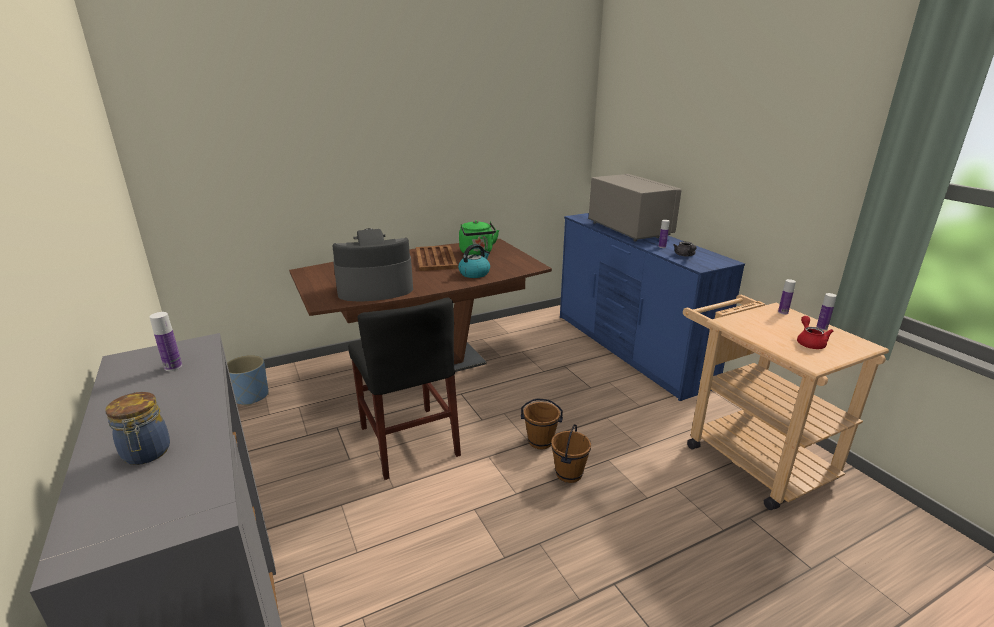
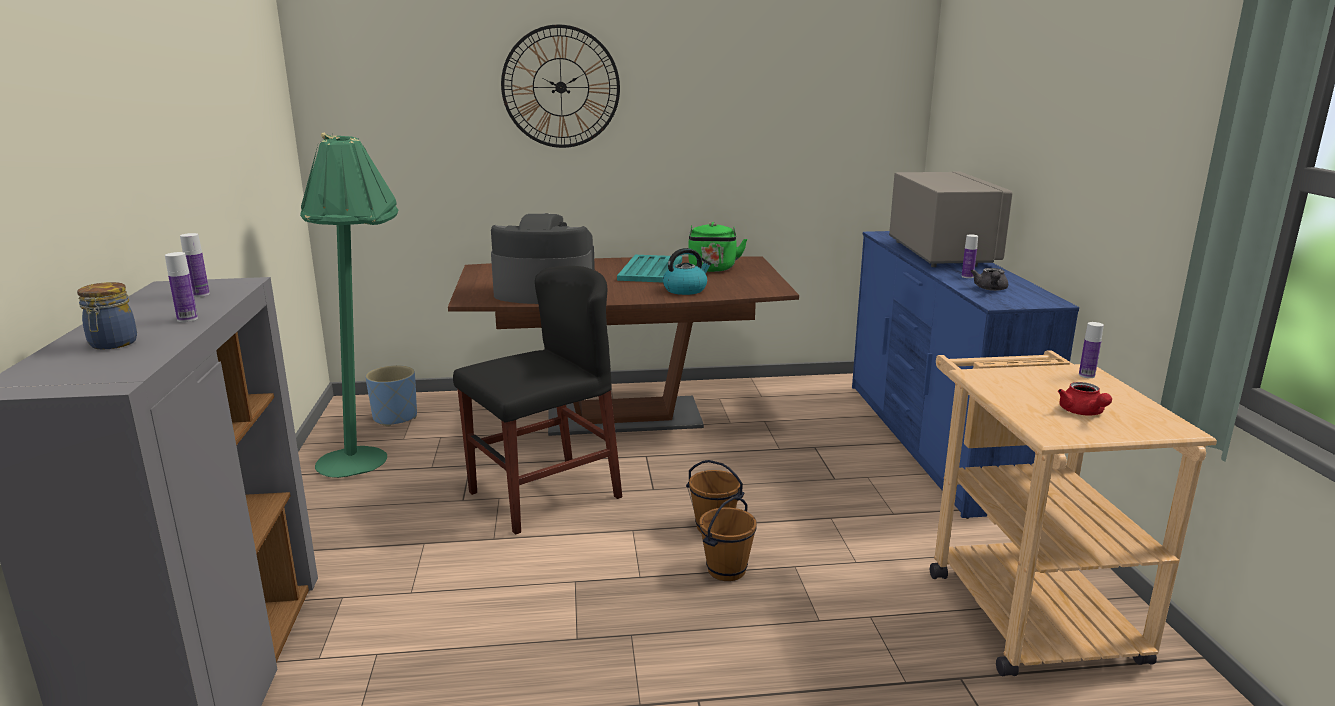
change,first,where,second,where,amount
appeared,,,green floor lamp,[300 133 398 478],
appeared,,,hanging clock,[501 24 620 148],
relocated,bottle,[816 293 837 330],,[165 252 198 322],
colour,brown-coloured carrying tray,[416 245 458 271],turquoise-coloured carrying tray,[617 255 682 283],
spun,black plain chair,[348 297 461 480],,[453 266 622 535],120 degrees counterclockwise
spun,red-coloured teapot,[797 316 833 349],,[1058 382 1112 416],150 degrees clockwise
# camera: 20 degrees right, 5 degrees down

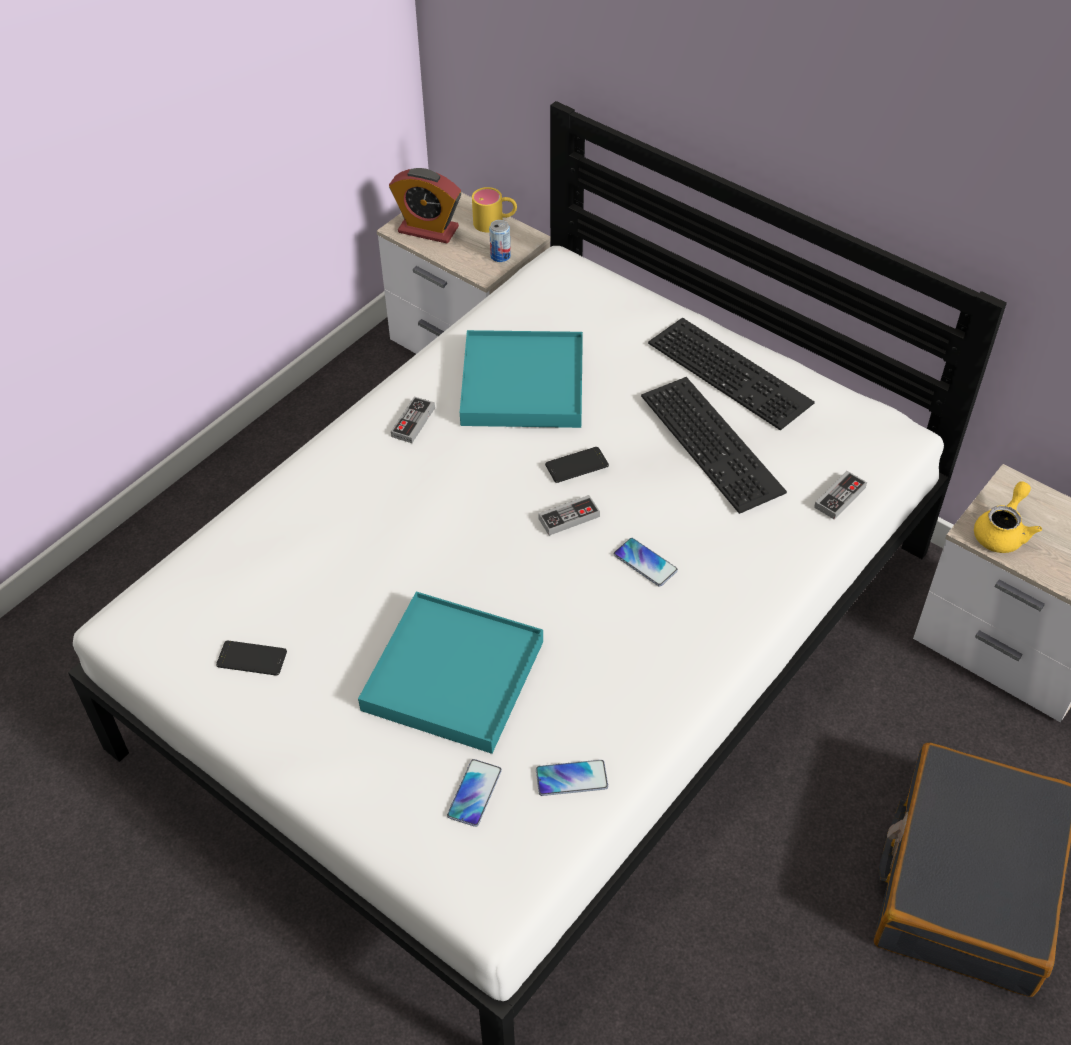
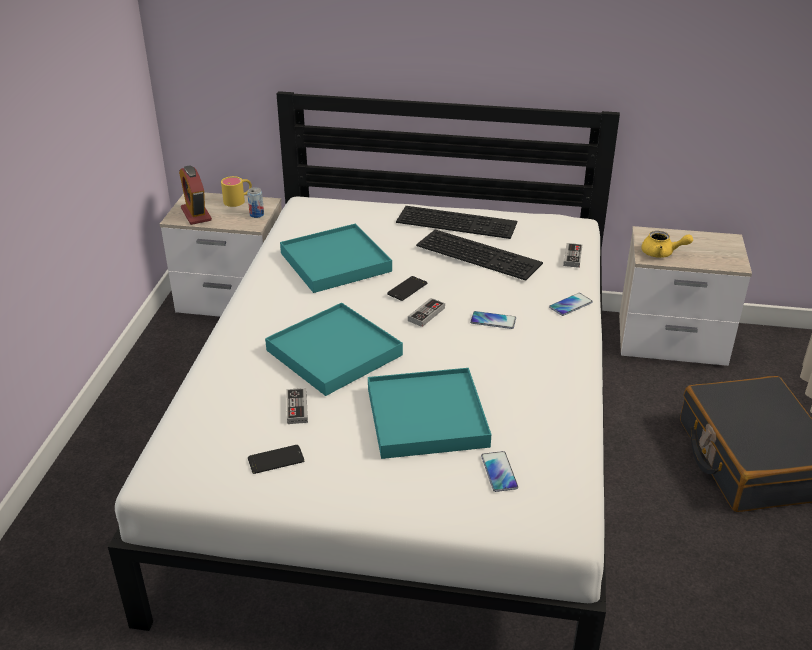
change,first,where,second,where,amount
appeared,,,turquoise-coloured carrying tray,[265 303 403 396],
relocated,joypad,[391 396 435 443],,[286 388 308 424],
relocated,handset,[536 760 608 796],,[549 293 593 316],
spun,alarm clock,[389 168 461 243],,[179 165 212 225],75 degrees clockwise
spun,yellow teapot,[974 481 1042 553],,[641 231 693 258],105 degrees clockwise
# camera: 30 degrees left, 15 degrees down

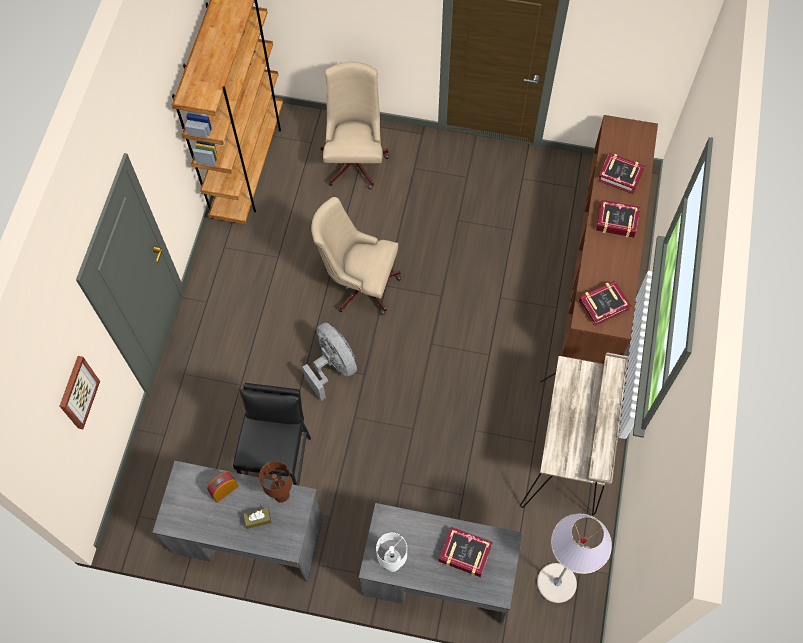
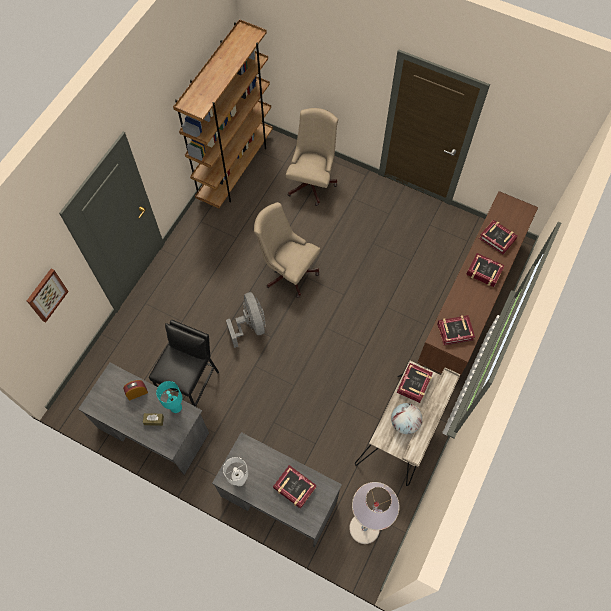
change,first,where,second,where,amount
appeared,,,globe,[391 403 422 434],
appeared,,,bound book,[397 363 433 403],
colour,brown-coloured lamp for a table,[259 461 292 503],turquoise-coloured lamp for a table,[156 381 182 413],
# camera: 15 degrees right, 0 degrees up

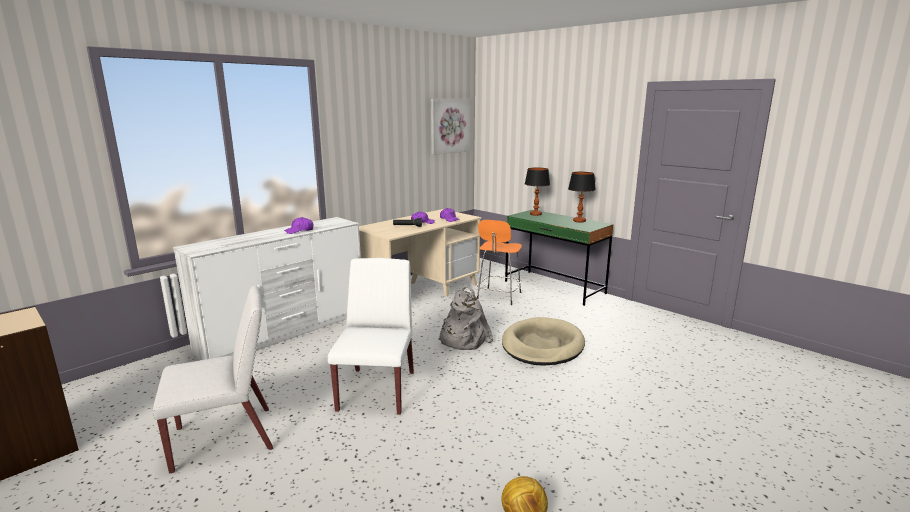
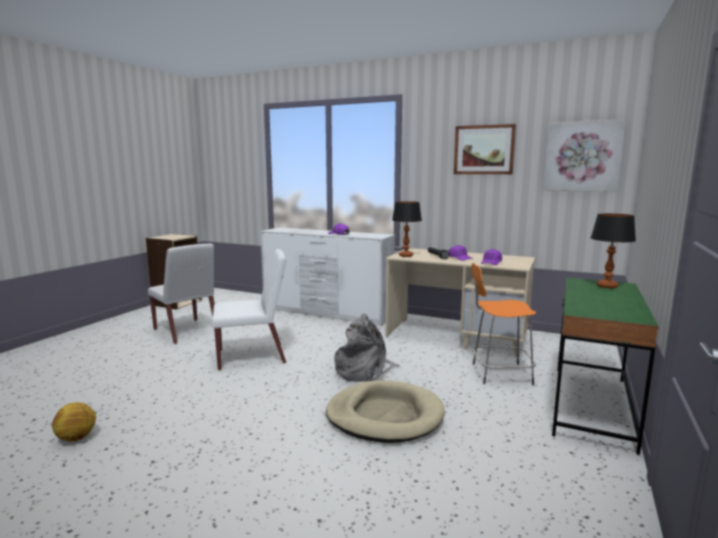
change,first,where,second,where,amount
appeared,,,picture,[454 124 516 174],
relocated,lamp for a table,[568 172 596 223],,[392 201 422 257],
# camera: 70 degrees right, 5 degrees down

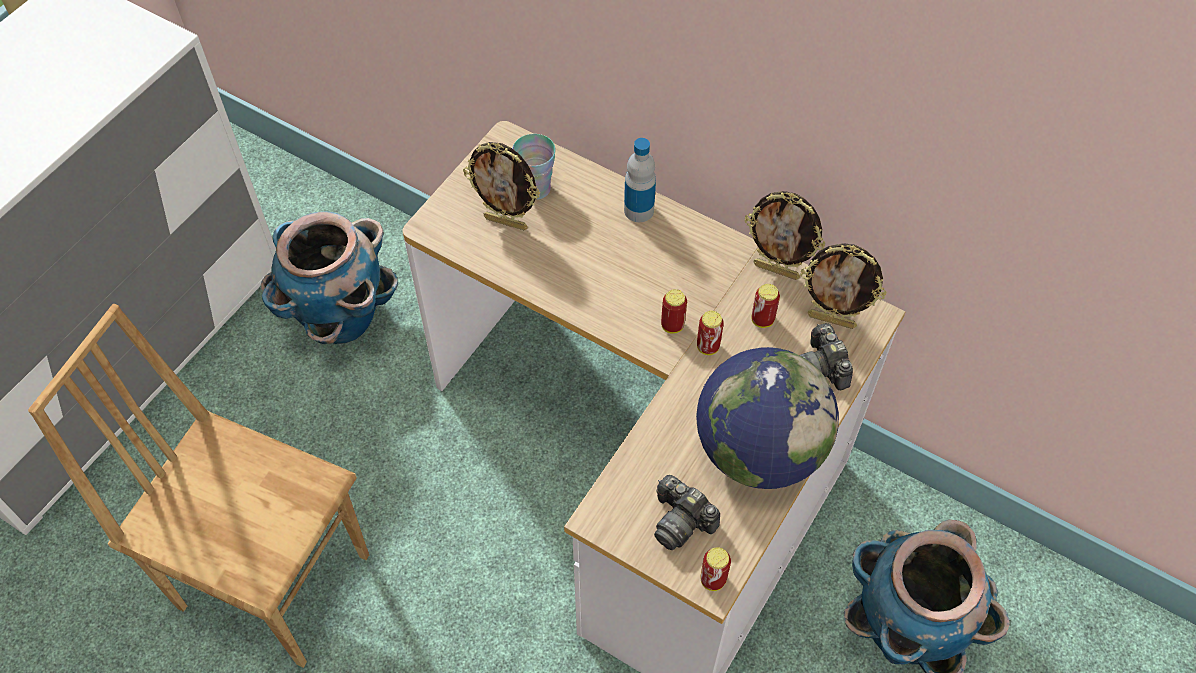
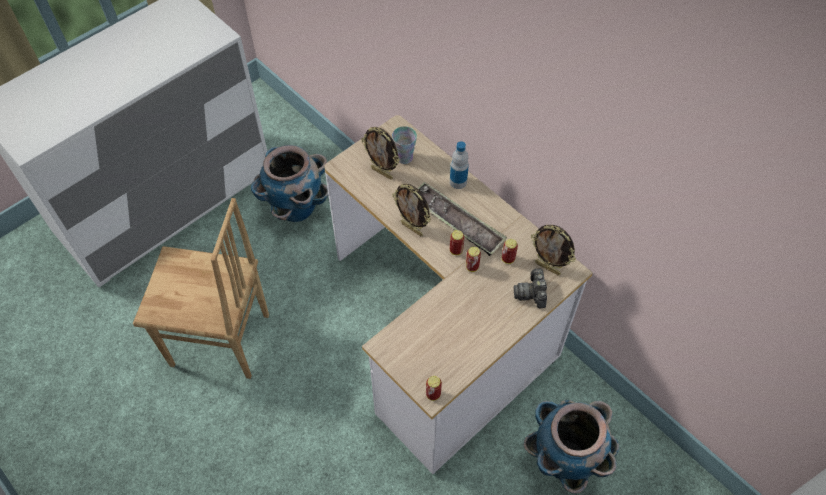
change,first,where,second,where,amount
missing,photo camera,[654 475 720 550],,,
missing,globe,[696 347 839 489],,,
appeared,,,carrying tray,[418 182 507 256],
relocated,standing frame,[745 191 825 280],,[392 184 431 236],
spun,brown-coloured plain chair,[28 304 369 668],,[133 198 269 379],150 degrees clockwise
# camera: 15 degrees right, 0 degrees up

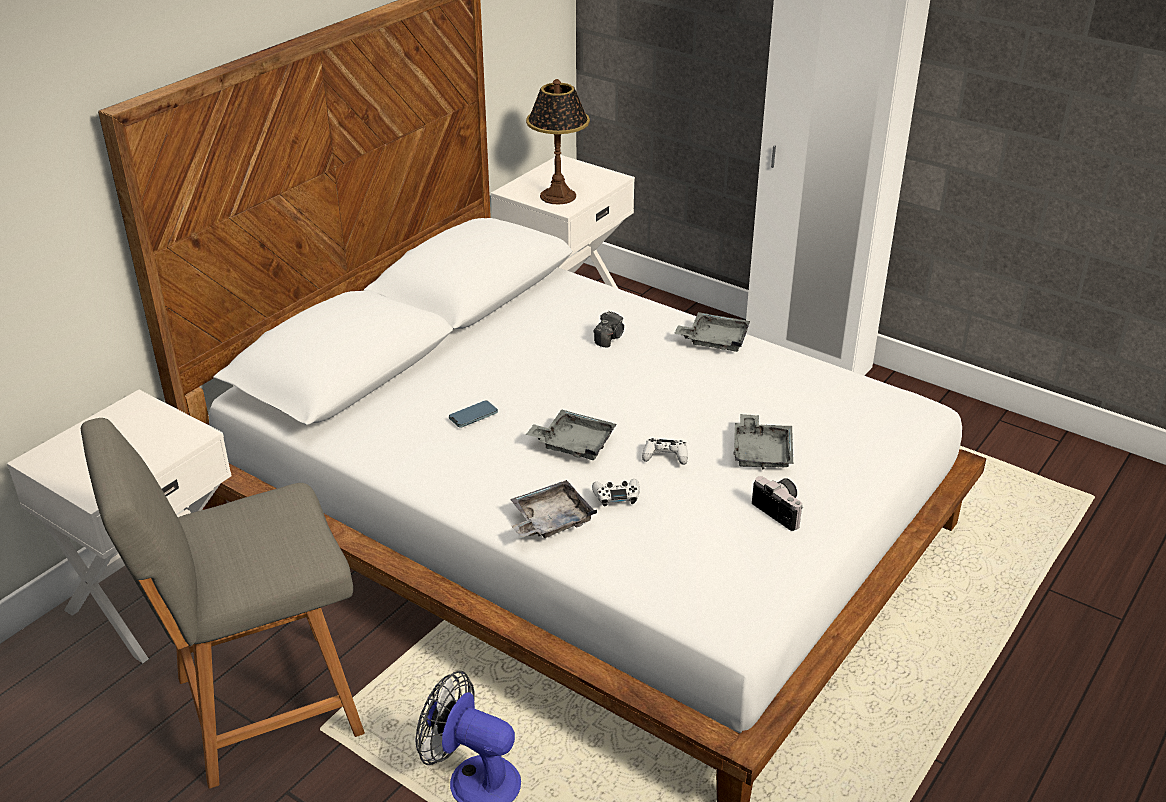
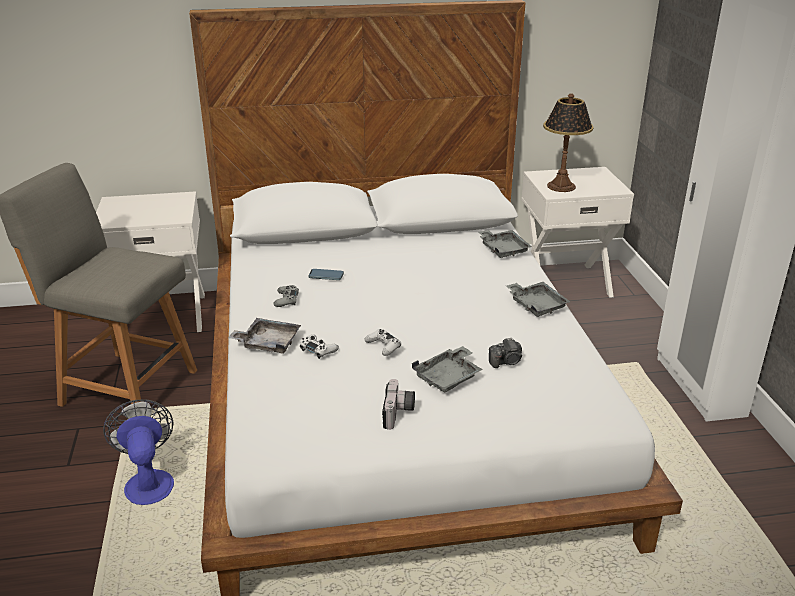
change,first,where,second,where,amount
appeared,,,gray joypad,[273 285 299 307],
relocated,gray carrying tray,[526 409 616 460],,[478 230 532 258],
relocated,photo camera,[593 311 624 347],,[489 337 522 368],
# camera: 45 degrees right, 5 degrees down

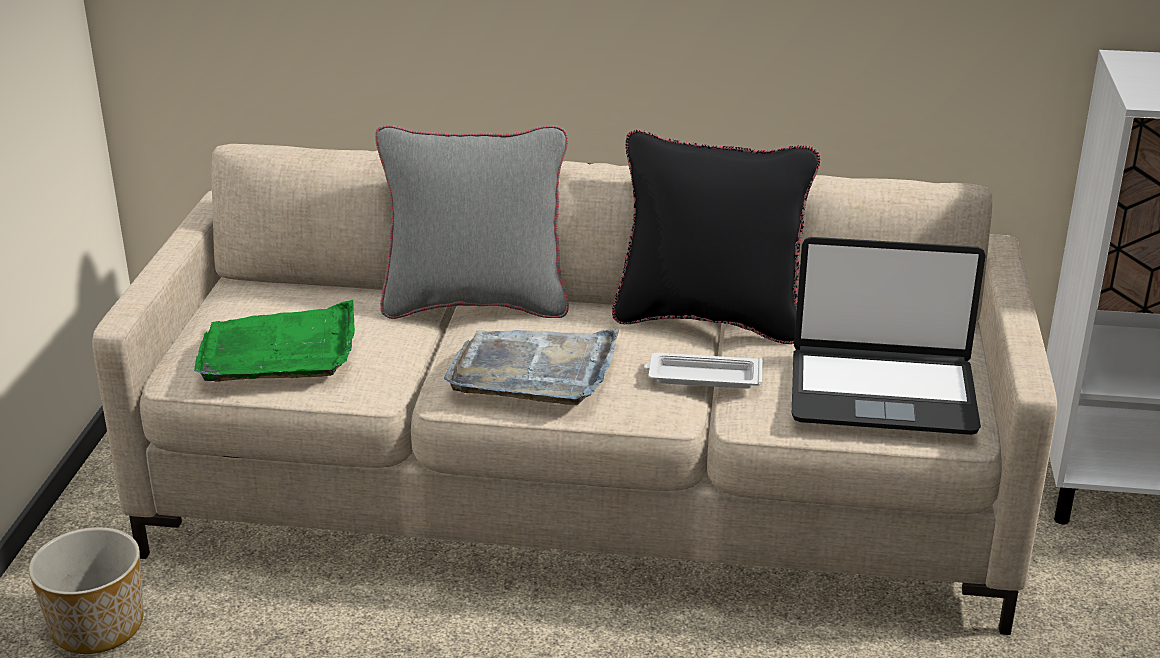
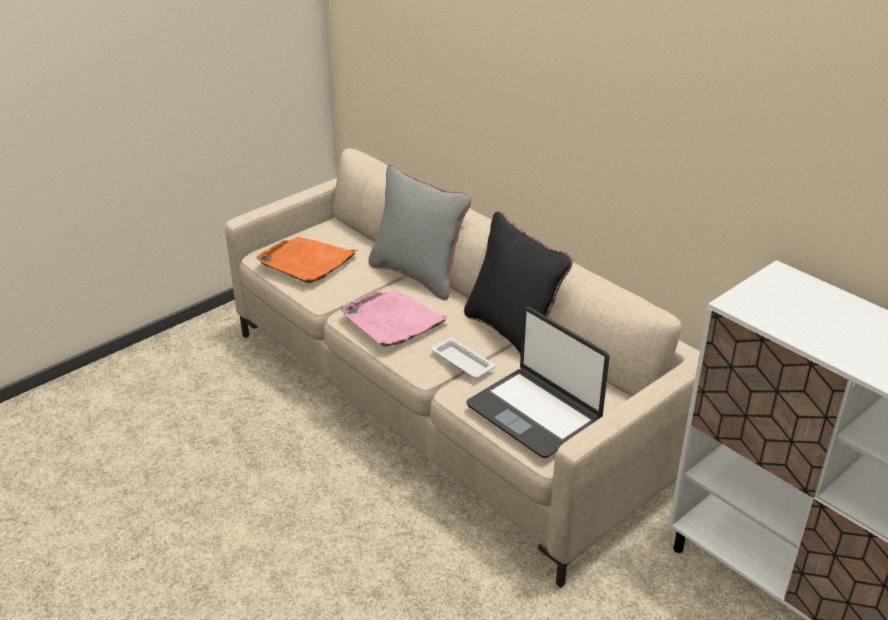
change,first,where,second,where,amount
missing,plant pot,[28 527 143 654],,,
colour,green carrying tray,[194 300 355 382],orange carrying tray,[256 236 358 283],
colour,gray carrying tray,[444 328 620 405],pink carrying tray,[341 290 450 347],
# camera: 40 degrees right, 5 degrees up

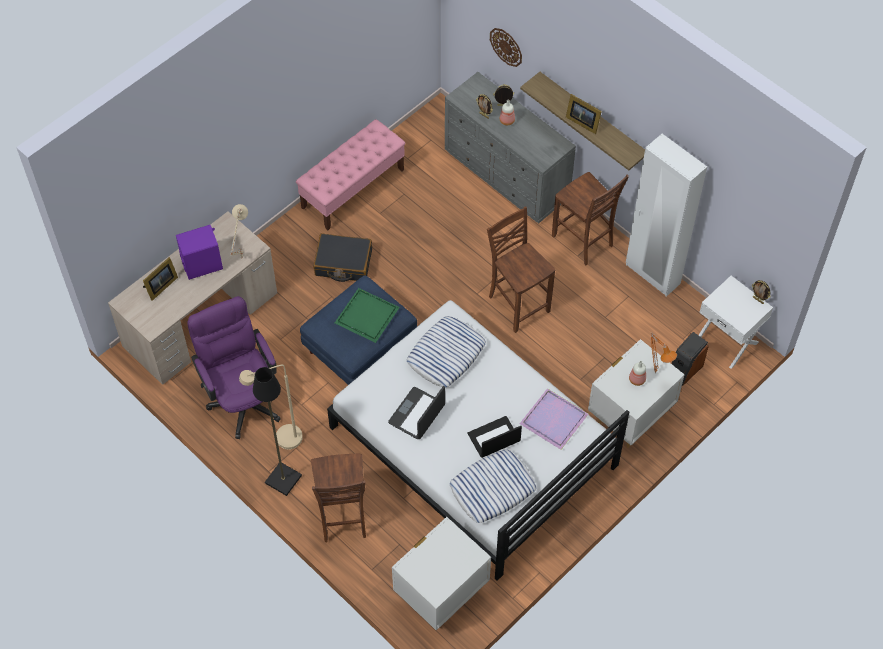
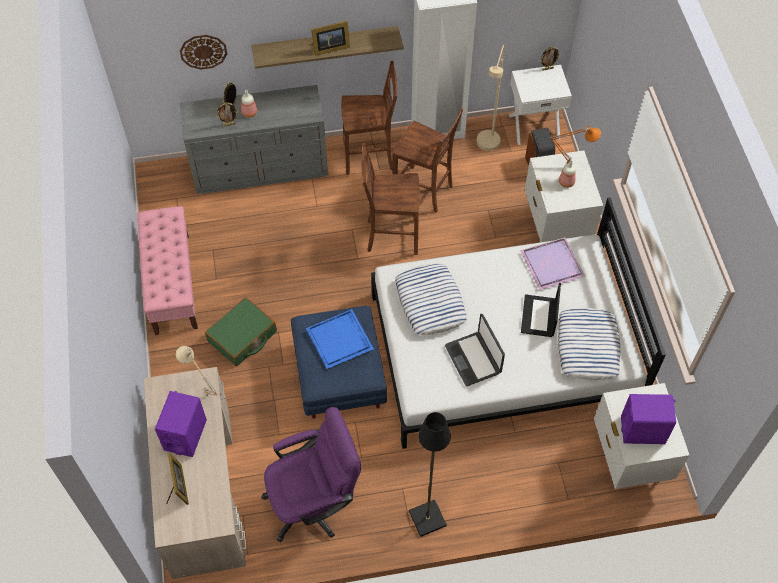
change,first,where,second,where,amount
appeared,,,purplish loudspeaker,[621 394 676 444],
relocated,beige-coloured floor lamp,[239 365 303 450],,[477 45 504 151],
relocated,brown-coloured plain chair,[311 454 366 542],,[393 108 463 212],
colour,black suitcase,[313 233 372 282],green suitcase,[205 298 277 366],
colour,green carrying tray,[335 288 400 343],bluish carrying tray,[306 309 374 369],
spun,purplish office chair,[187 296 281 439],,[261 407 361 542],150 degrees clockwise
# camera: 55 degrees left, 0 degrees up

